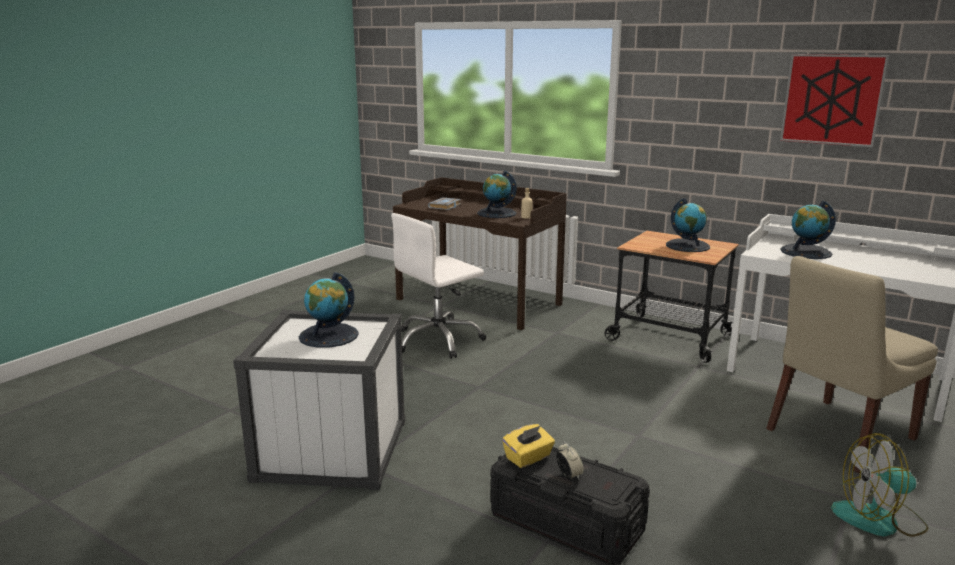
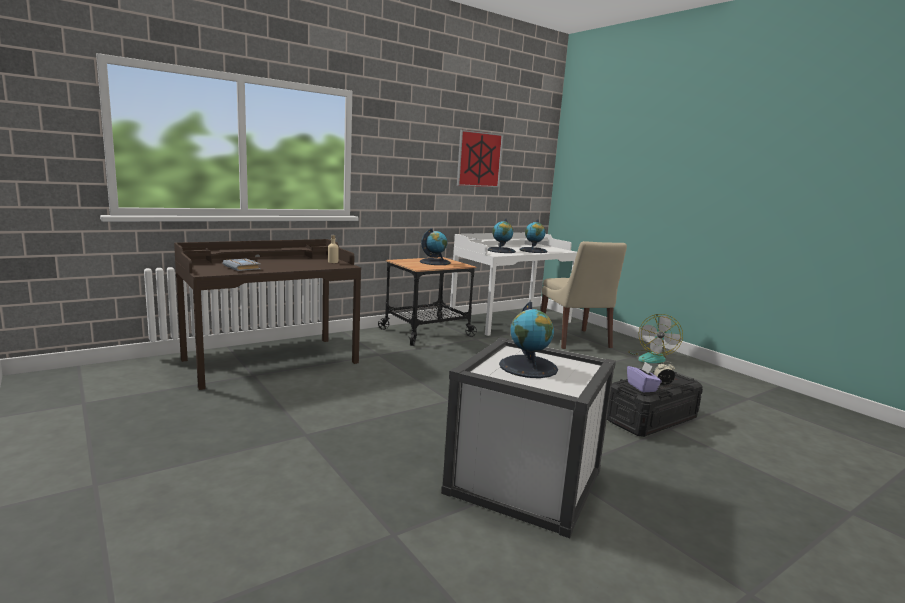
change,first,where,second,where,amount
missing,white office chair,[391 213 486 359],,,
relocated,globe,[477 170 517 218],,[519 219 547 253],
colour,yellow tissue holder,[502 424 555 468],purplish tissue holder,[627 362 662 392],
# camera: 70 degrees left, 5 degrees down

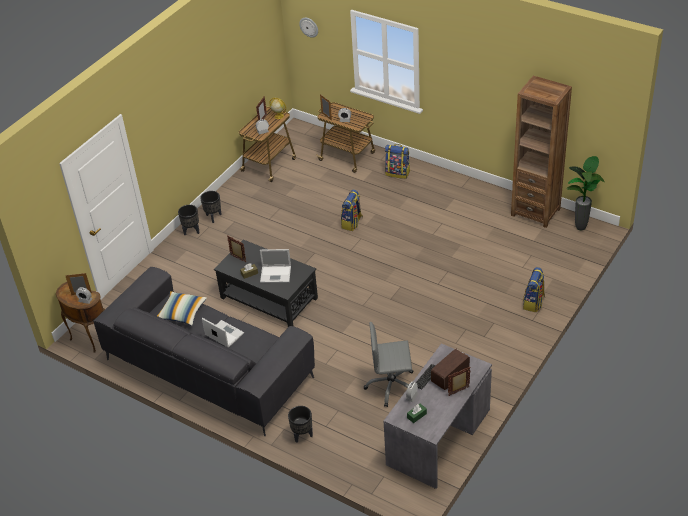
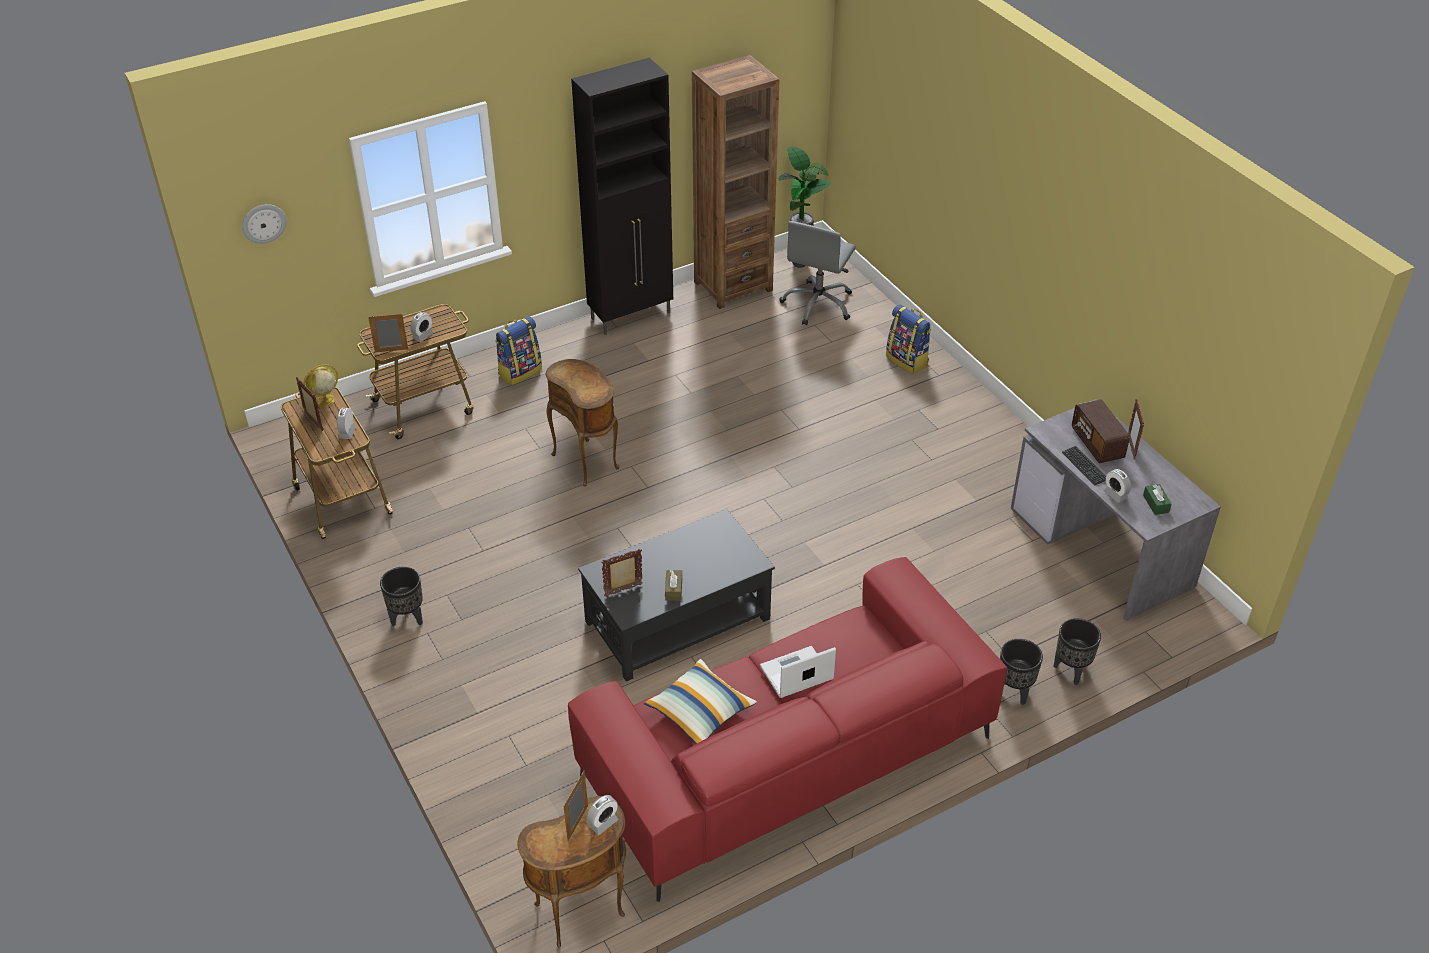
change,first,where,second,where,amount
missing,portable computer,[260 249 291 283],,,
appeared,,,black cupboard,[571 58 673 335],
relocated,black plant pot,[178 205 200 235],,[1054 618 1101 685],
relocated,gray office chair,[364 322 413 407],,[779 221 856 325],
exchanged,backpack,[341 189 363 231],brown-coloured end table,[546 359 620 486],
colour,gray settee,[93 267 315 436],red-coloured settee,[568 557 1007 902],
# camera: 65 degrees left, 0 degrees up

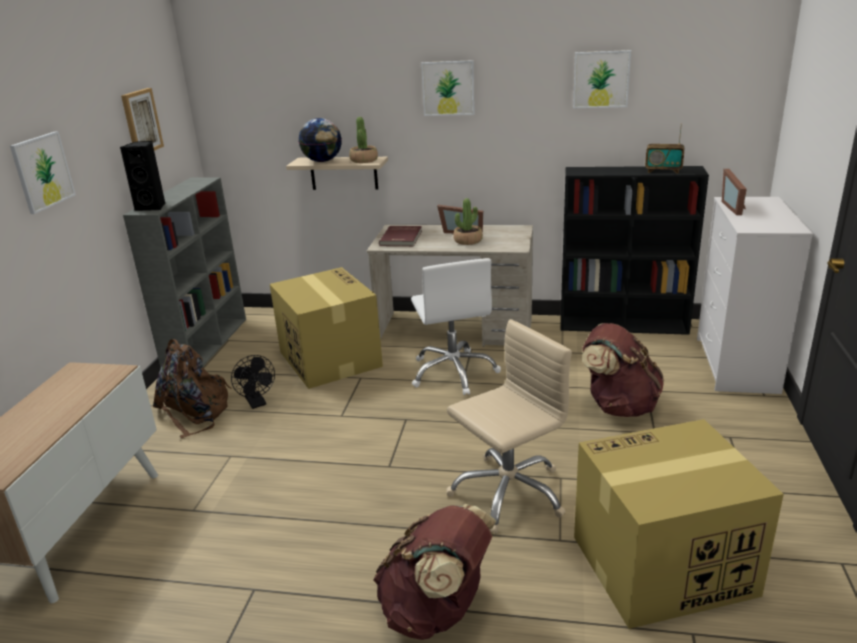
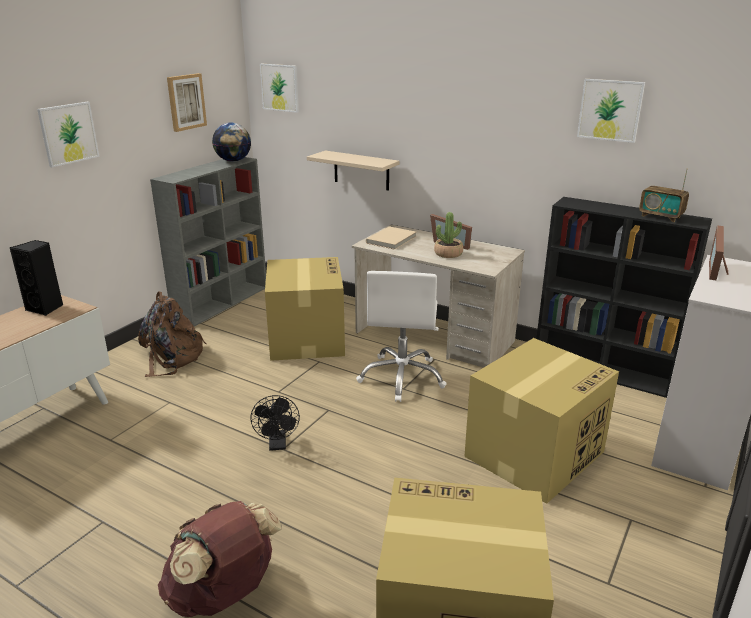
change,first,where,second,where,amount
missing,potted plant,[349 117 378 163],,,
missing,beige-coloured office chair,[446 319 572 534],,,
relocated,black loudspeaker,[120 141 165 211],,[10 240 63 316],
relocated,black electric fan,[231 355 275 409],,[250 395 300 451],
relocated,globe,[299 118 342 162],,[212 123 251 162],
relocated,picture,[421 60 475 116],,[260 63 299 113],
exchanged,brown-coloured backpack,[582 323 664 417],cardboard box,[464 338 619 504],
colour,red-coloured bound book,[379 226 422 246],beige-coloured bound book,[366 226 416 250],
# camera: 20 degrees right, 0 degrees up

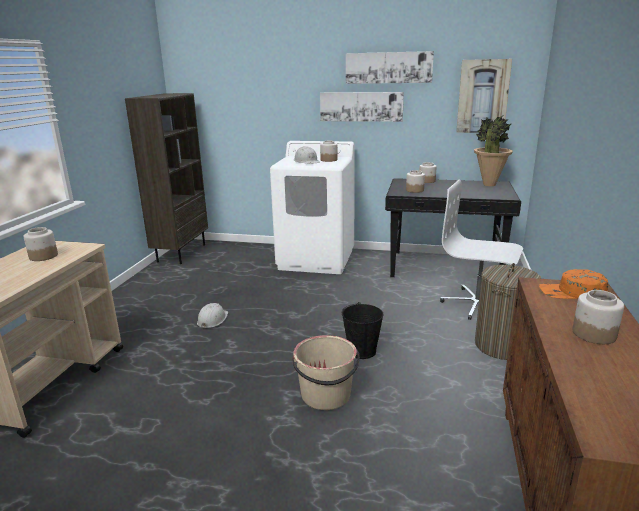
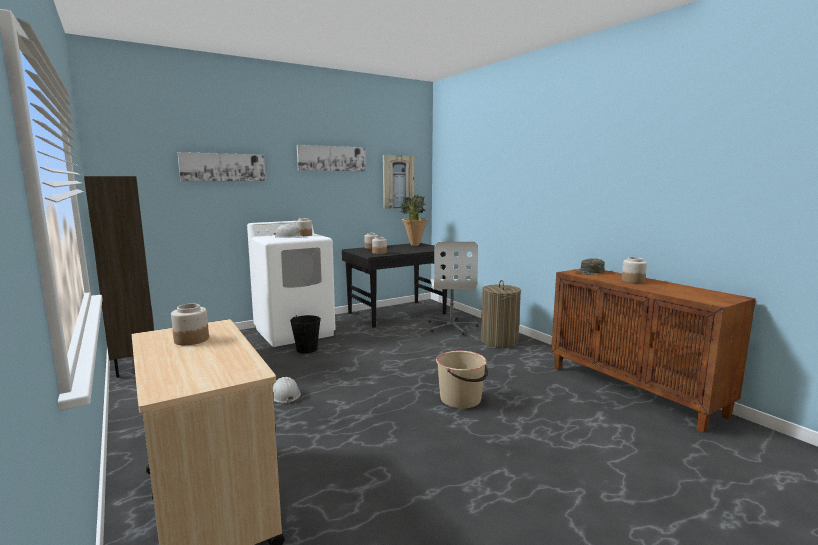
change,first,where,second,where,amount
relocated,picture,[320 92 404 122],,[178 152 266 181],
relocated,black pail,[342 302 383 359],,[290 315 321 353],
colour,orange peaked cap,[539 269 608 299],green peaked cap,[574 258 605 275],
spun,white office chair,[440 180 523 320],,[428 242 479 335],75 degrees counterclockwise
# camera: 45 degrees left, 10 degrees down

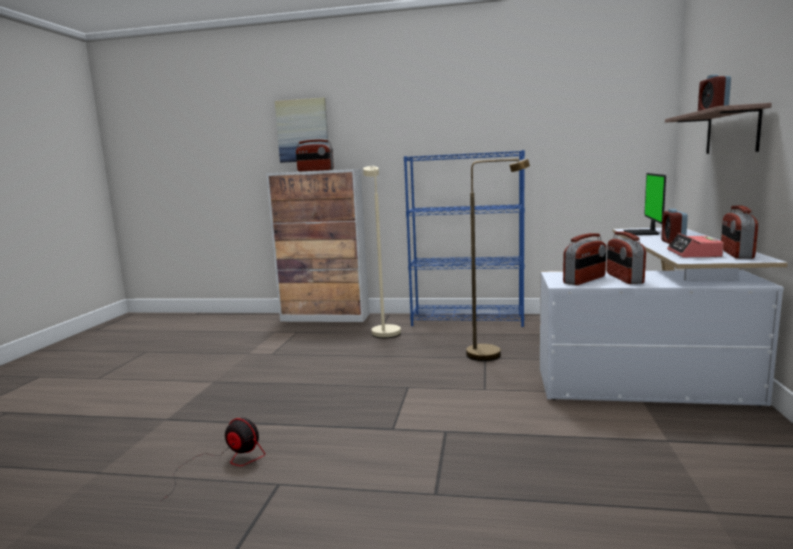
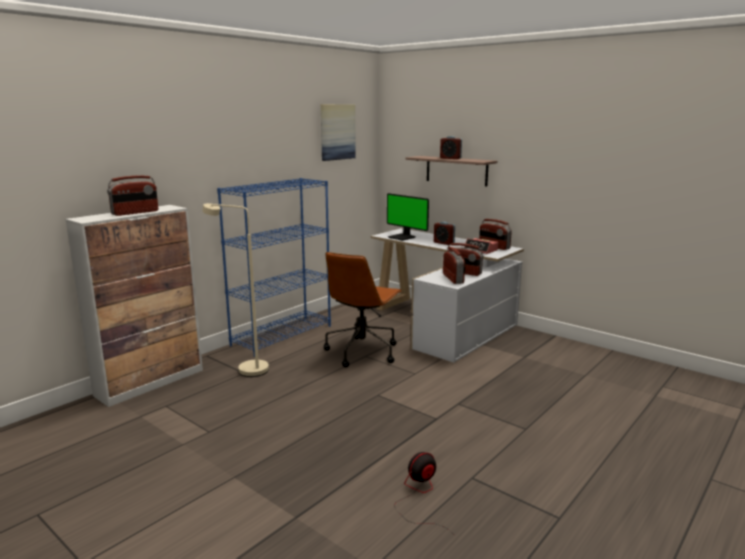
change,first,where,second,where,amount
relocated,picture,[275 98 328 163],,[321 104 356 161],
exchanged,brown-coloured floor lamp,[466 159 530 361],brown-coloured office chair,[324 252 402 367],
# camera: 60 degrees left, 5 degrees up

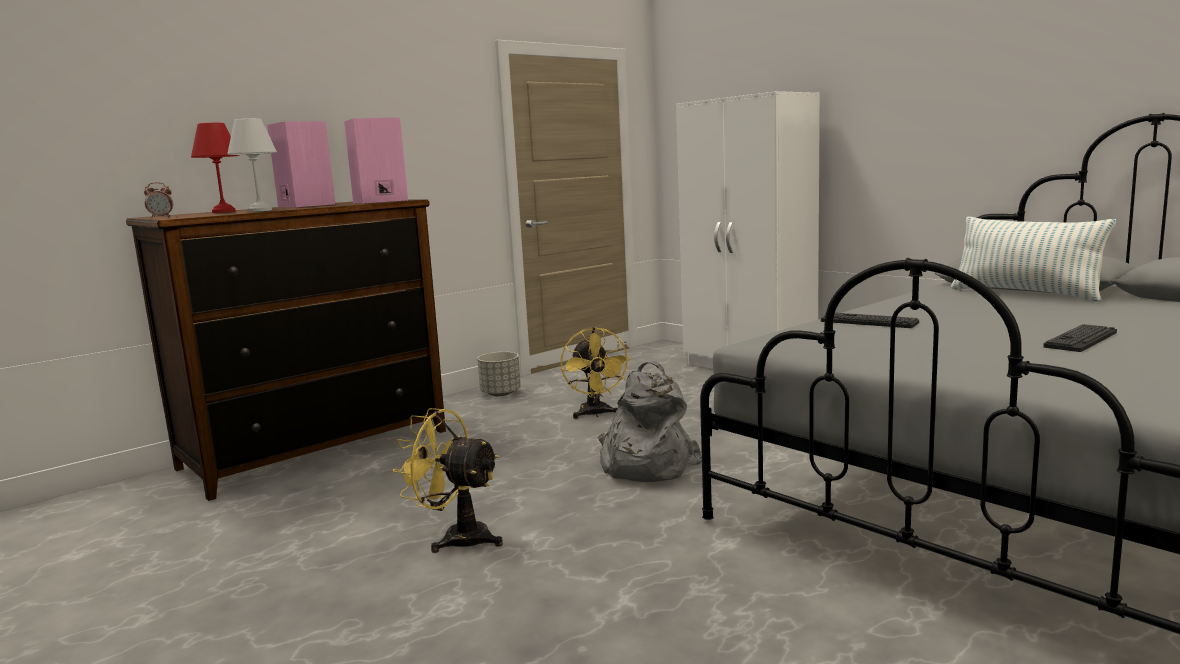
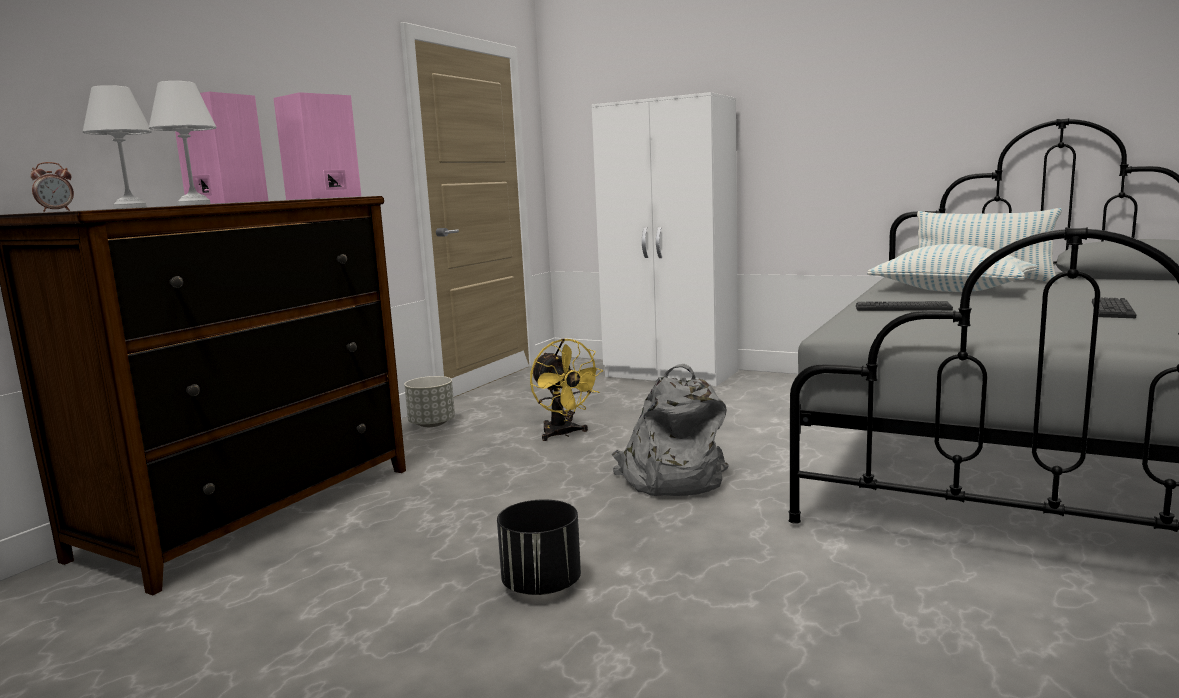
change,first,where,second,where,amount
appeared,,,throw pillow,[867 244 1038 292],
exchanged,yellow electric fan,[392 408 503 553],black plant pot,[497 500 581 595],
colour,red-coloured lamp for a table,[191 123 240 213],white lamp for a table,[83 85 152 208],
# camera: 20 degrees left, 0 degrees up

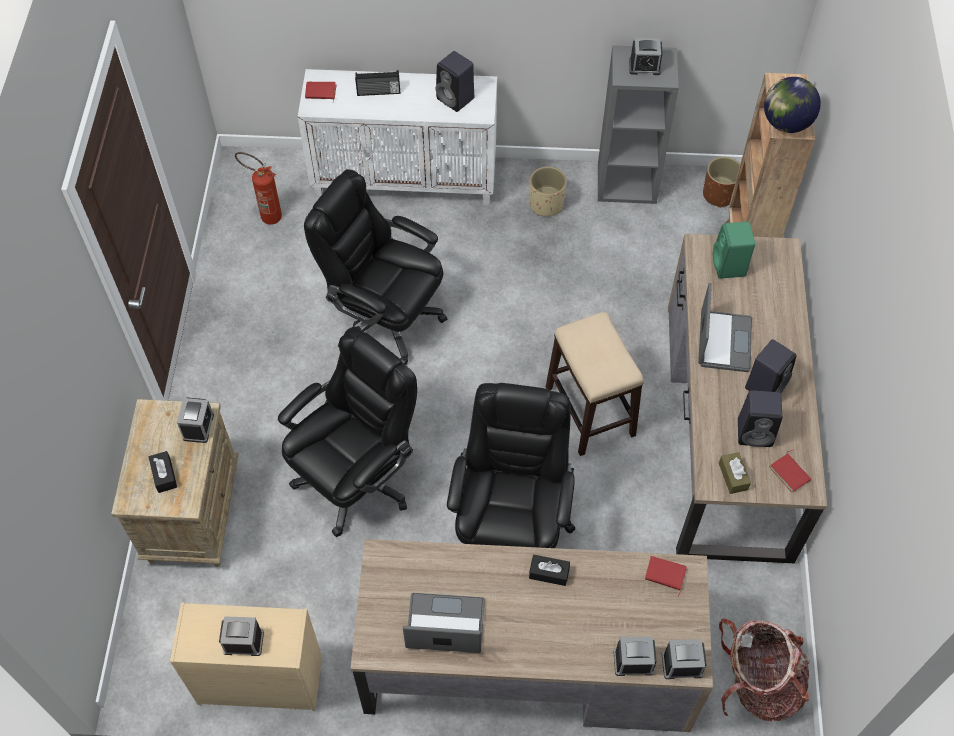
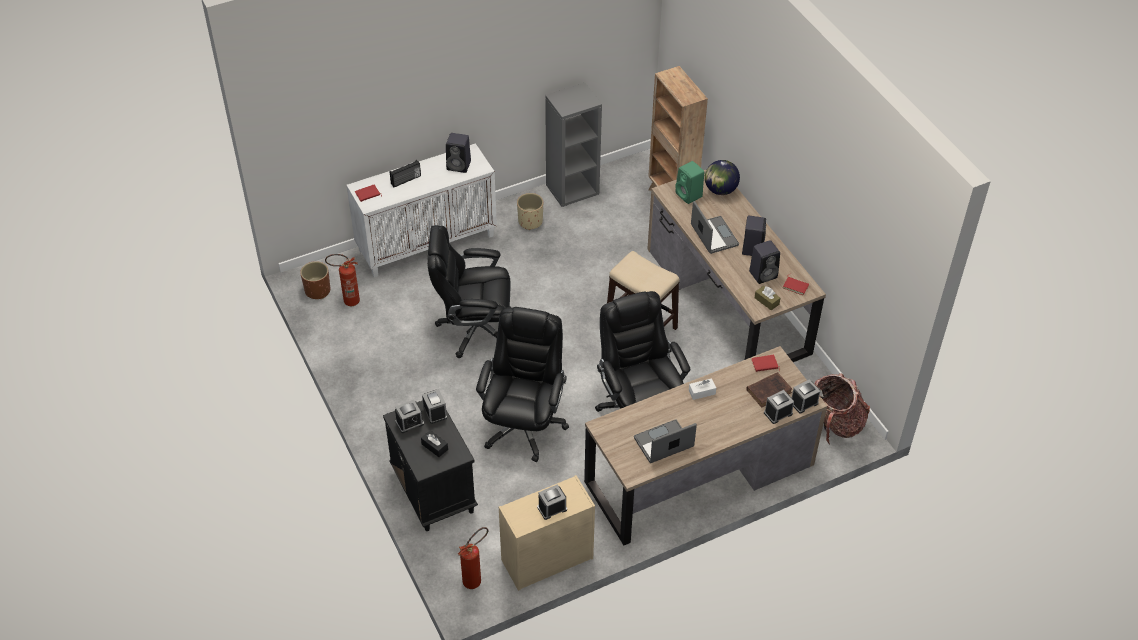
change,first,where,second,where,amount
appeared,,,fire extinguisher,[458 527 488 589],
appeared,,,brown-coloured bound book,[746 372 792 408],
relocated,alarm clock,[629 38 663 75],,[395 400 424 433],
relocated,brown-coloured plant pot,[703 157 740 208],,[300 261 330 299],
relocated,globe,[764 77 821 133],,[705 160 740 195],
colour,beige-coloured nightstand,[112 399 239 567],black nightstand,[383 400 478 531],
colour,black tissue holder,[529 555 570 586],white tissue holder,[689 378 716 400],
# camera: 30 degrees left, 10 degrees down

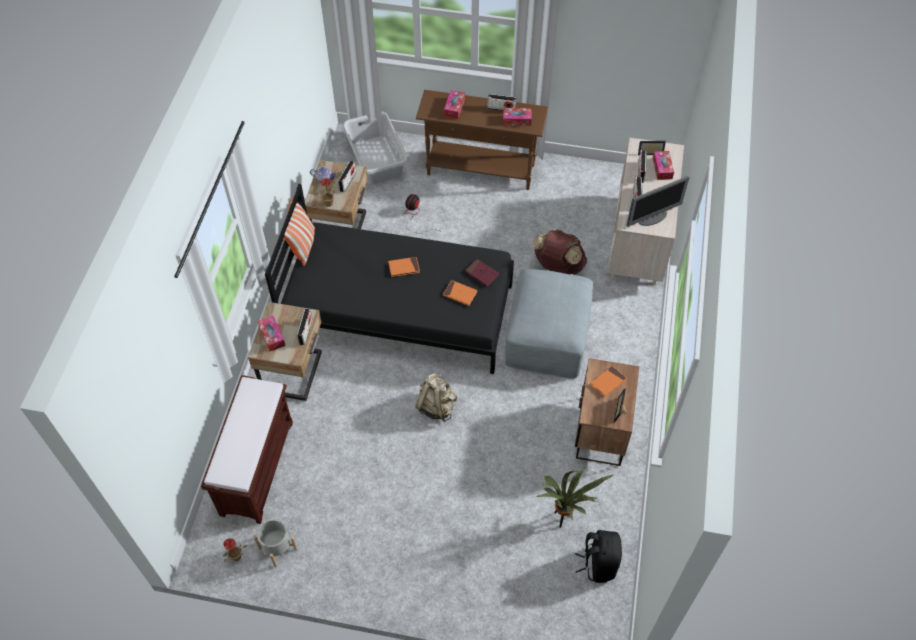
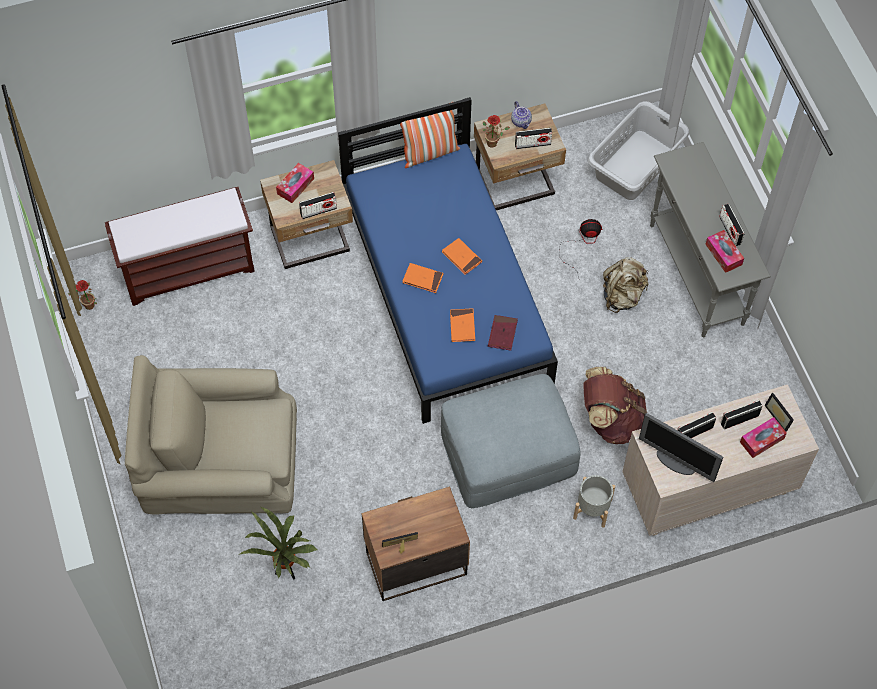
change,first,where,second,where,amount
missing,tissue holder,[444 90 465 119],,,
missing,black backpack,[575 530 622 583],,,
appeared,,,beige-coloured lounge chair,[125 355 297 515],
relocated,gray plant pot,[254 518 298 568],,[573 475 615 528],
relocated,beige-coloured backpack,[415 373 457 422],,[603 257 648 313],
relocated,orange bound book,[590 366 627 397],,[402 263 443 293],
colour,black bed,[265 184 514 374],bluish bed,[338 97 558 424],
colour,brown-coloured console table,[416 90 548 190],gray console table,[650 142 771 337],
# camera: 60 degrees right, 5 degrees up

